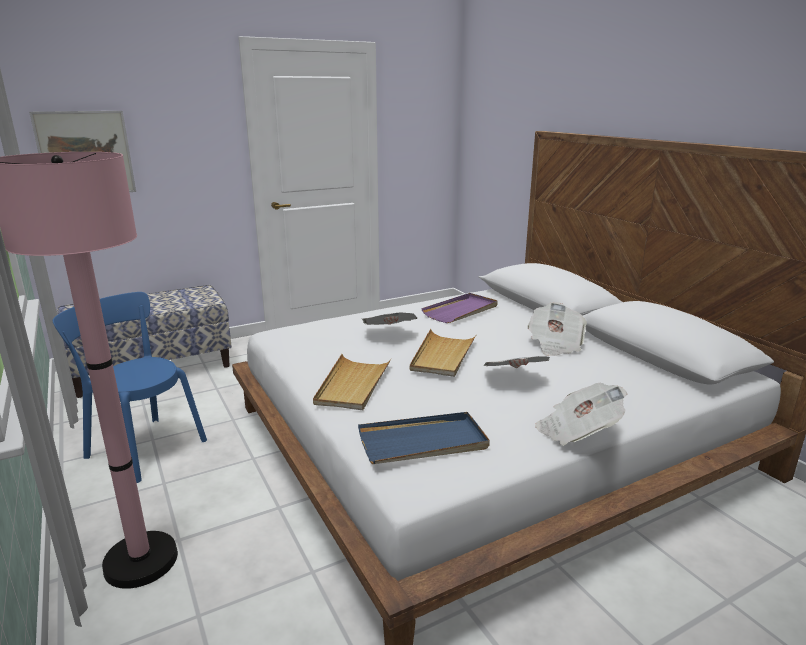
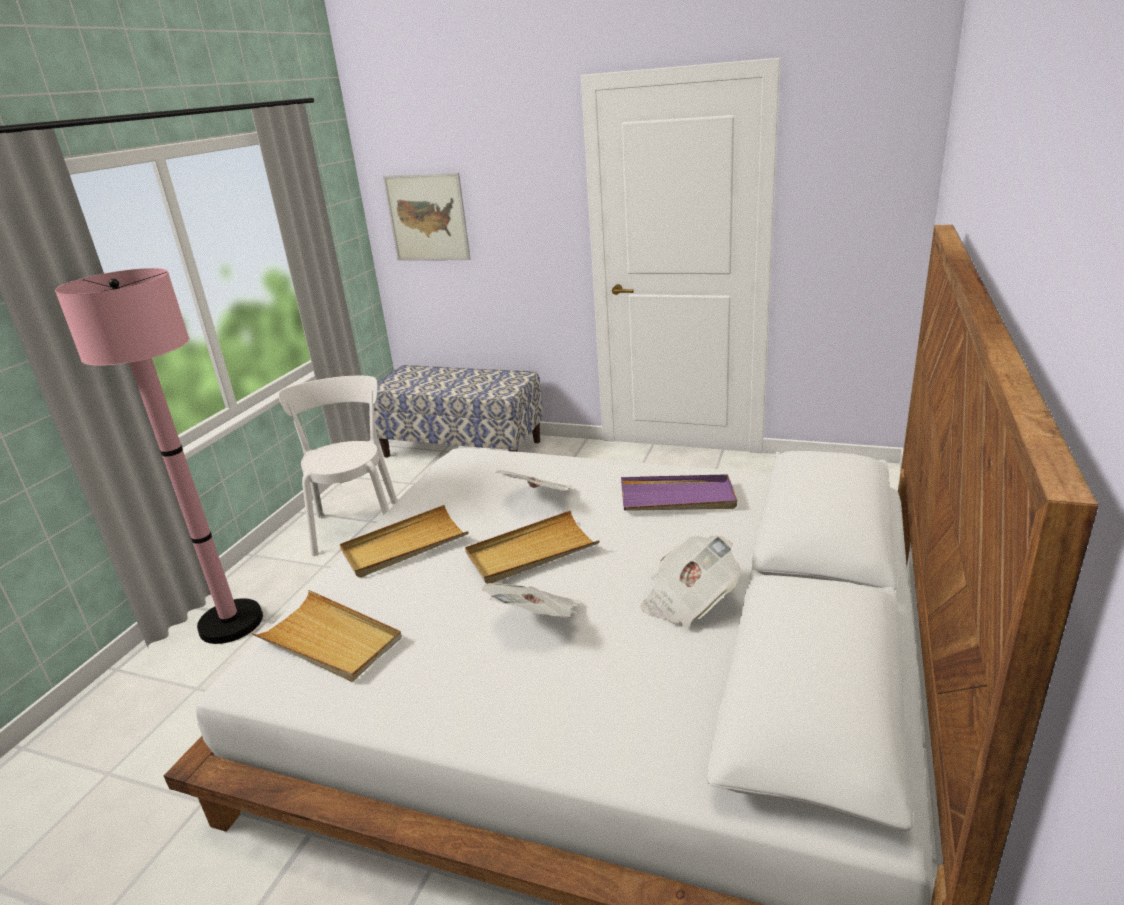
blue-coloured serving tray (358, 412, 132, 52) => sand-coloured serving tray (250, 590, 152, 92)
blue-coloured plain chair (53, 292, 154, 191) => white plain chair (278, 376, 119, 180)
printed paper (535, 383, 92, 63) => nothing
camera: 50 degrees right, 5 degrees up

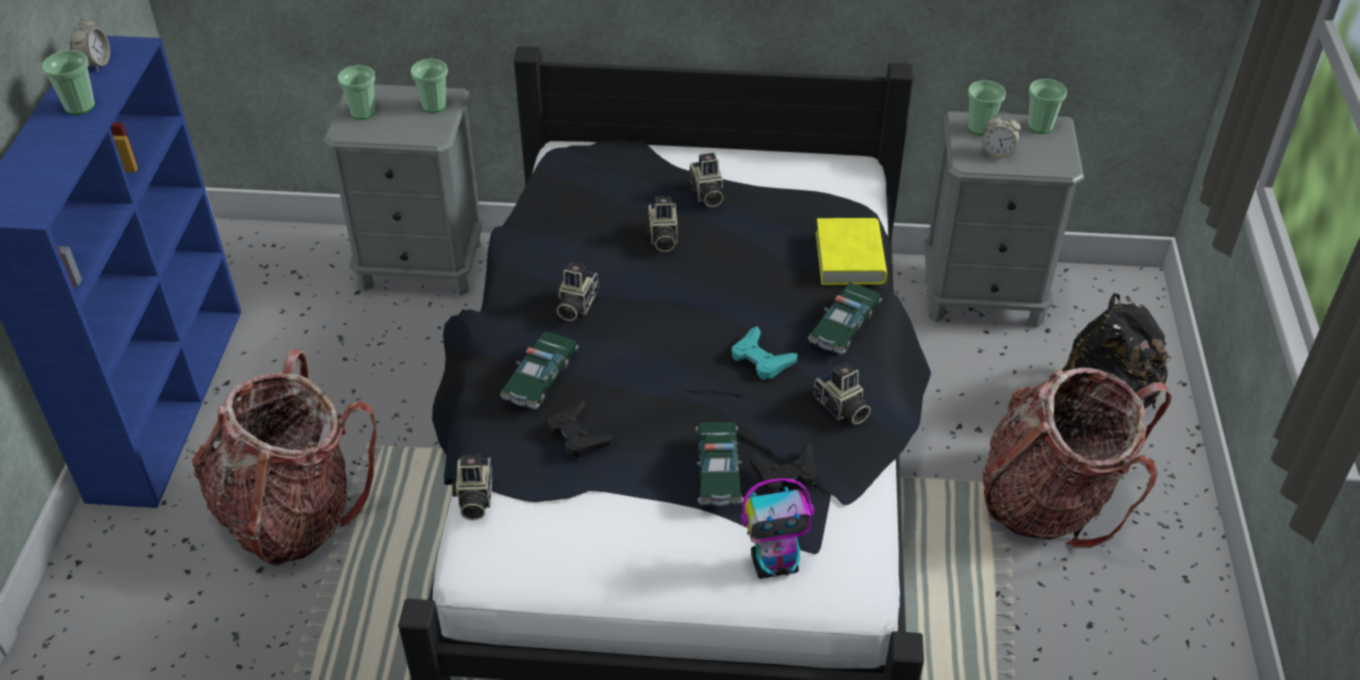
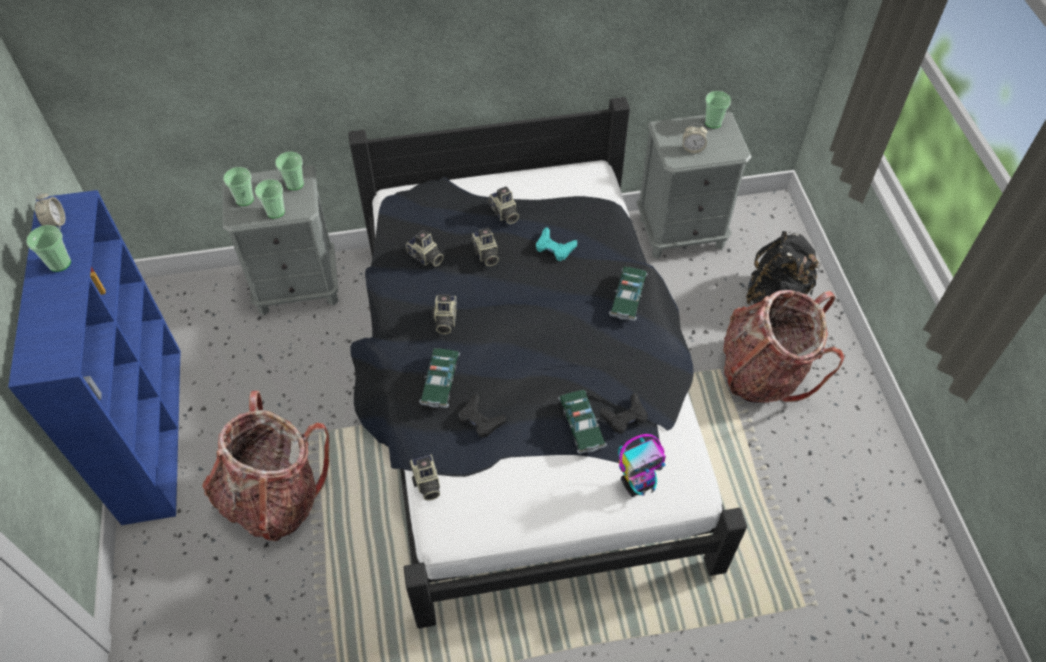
small cup (968, 80, 38, 55) => small cup (255, 179, 30, 39), relocated
photo camera (812, 363, 59, 61) => photo camera (405, 230, 39, 37), relocated
turquoise gamepad (731, 326, 66, 54) => turquoise gamepad (536, 227, 41, 34), relocated
yellow-coloured bound book (816, 218, 71, 67) => nothing
camera: 15 degrees left, 10 degrees up

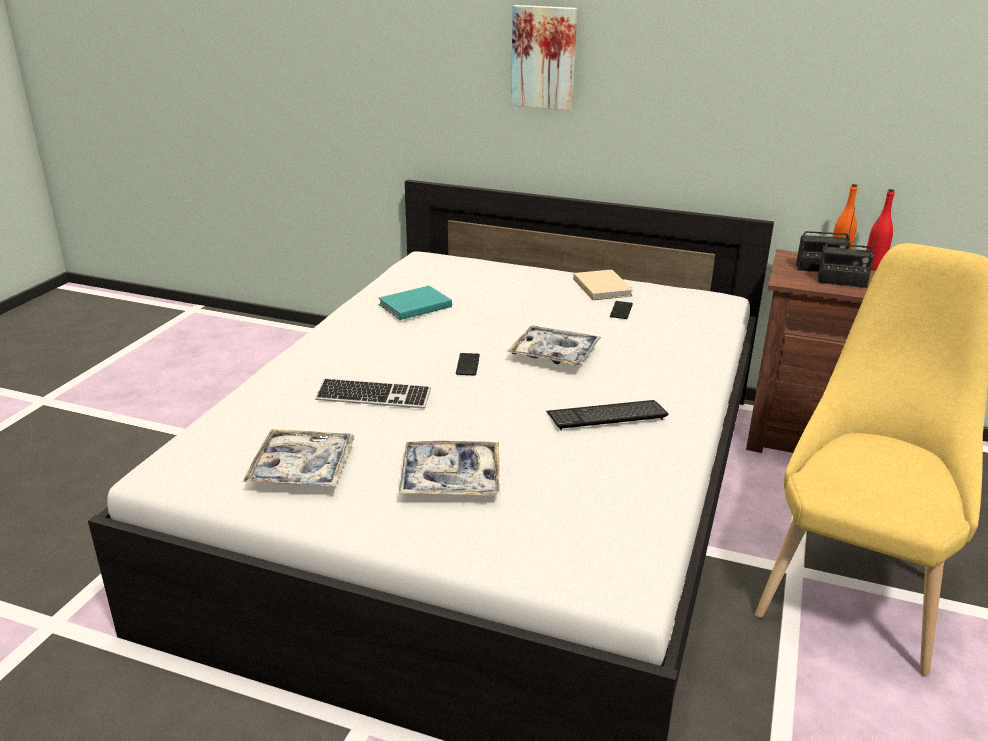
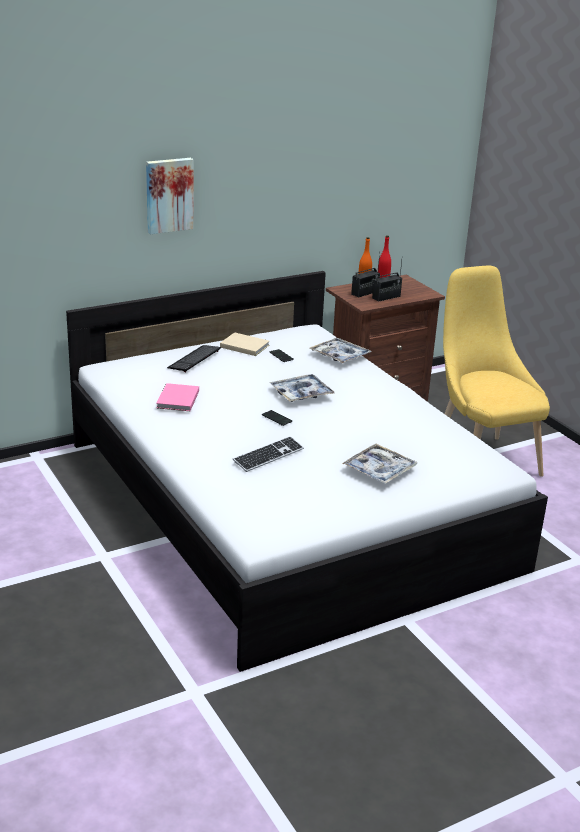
turquoise bound book (379, 286, 73, 34) => pink-coloured bound book (156, 383, 43, 28)
PC keyboard (546, 400, 122, 31) => PC keyboard (167, 345, 54, 27), relocated
serving tray (243, 429, 111, 58) => serving tray (309, 338, 63, 25), relocated
camera: 50 degrees left, 0 degrees up

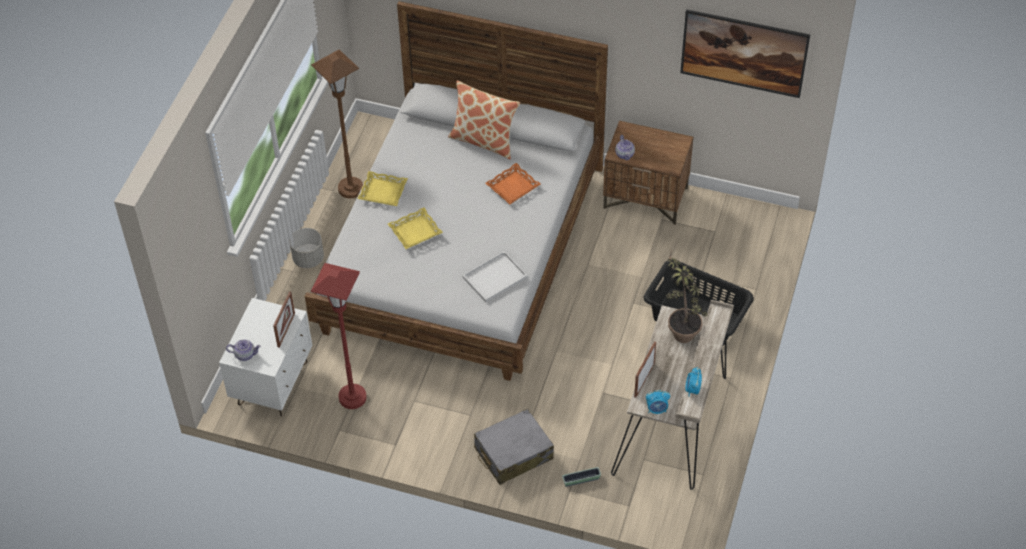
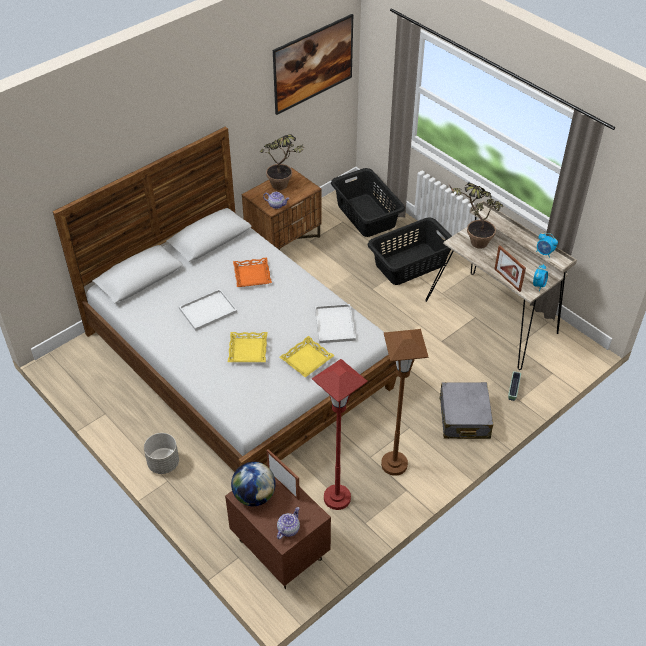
nothing => white serving tray (179, 289, 58, 42)
white bedside table (219, 298, 93, 118) => brownish bedside table (225, 465, 106, 124)
nothing => world globe (231, 462, 45, 44)
nothing => plant in a pot (260, 134, 45, 56)
yellow-coloured serving tray (357, 171, 51, 35) => yellow-coloured serving tray (280, 336, 55, 42), relocated
nothing => black-coloured laundry basket (331, 168, 74, 69)
brownish floor lamp (311, 49, 52, 149) => brownish floor lamp (381, 329, 48, 147), relocated
pillow (448, 80, 72, 79) => nothing
camera: 60 degrees left, 5 degrees down

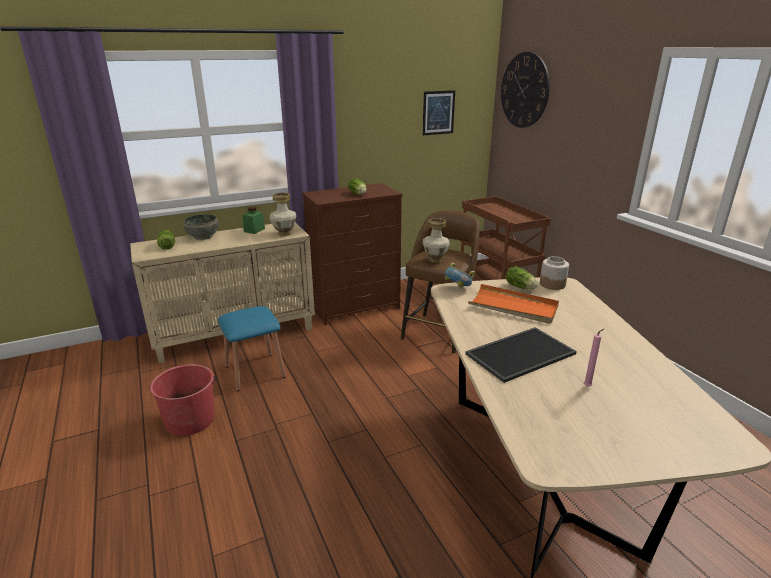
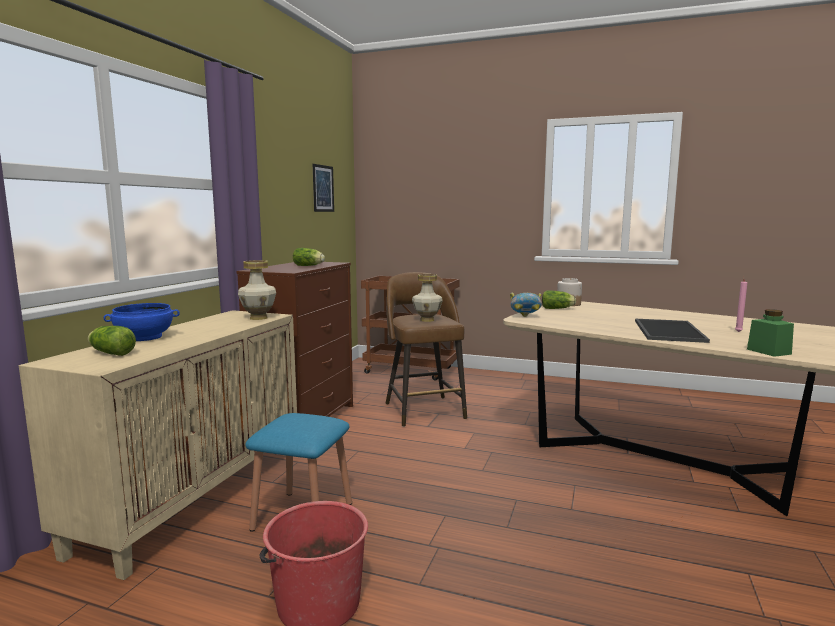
greyish bowl (183, 214, 36, 26) => blue-coloured bowl (104, 303, 76, 38)
green jar (243, 206, 22, 28) => green jar (747, 309, 47, 48), relocated
orangey serving tray (468, 284, 91, 40) => nothing
hanging clock (501, 52, 49, 76) => nothing
camera: 45 degrees left, 15 degrees down

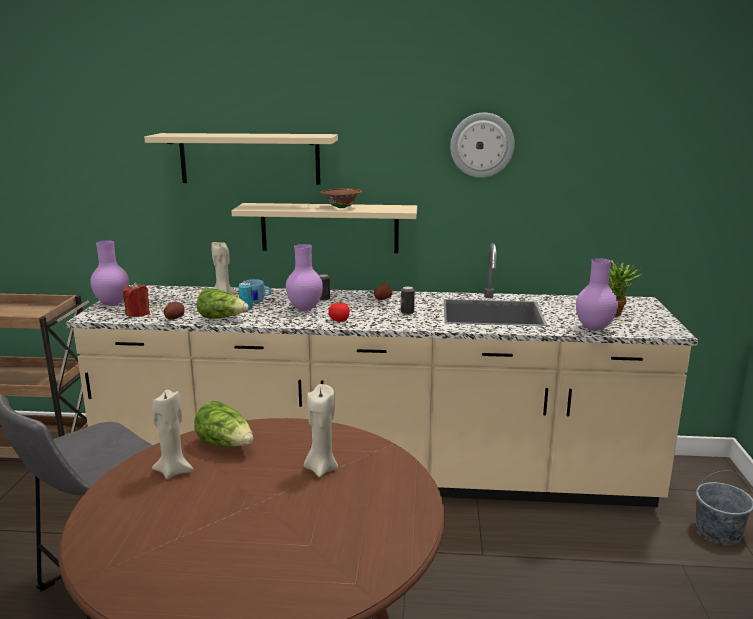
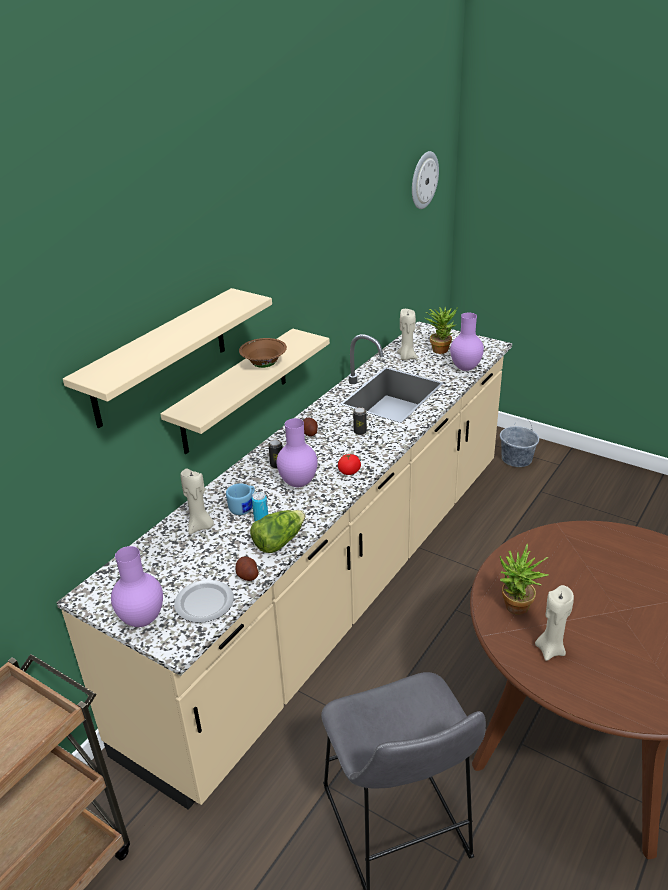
reddish wax light (123, 282, 27, 35) => flat dish (174, 580, 60, 43)
sand-coloured wax light (304, 384, 34, 93) => sand-coloured wax light (397, 309, 21, 51), relocated
hanging clock (450, 113, 65, 65) => hanging clock (412, 151, 27, 58), relocated
head of lettuce (194, 401, 59, 46) => plant in a pot (500, 544, 49, 71)
camera: 60 degrees left, 15 degrees up

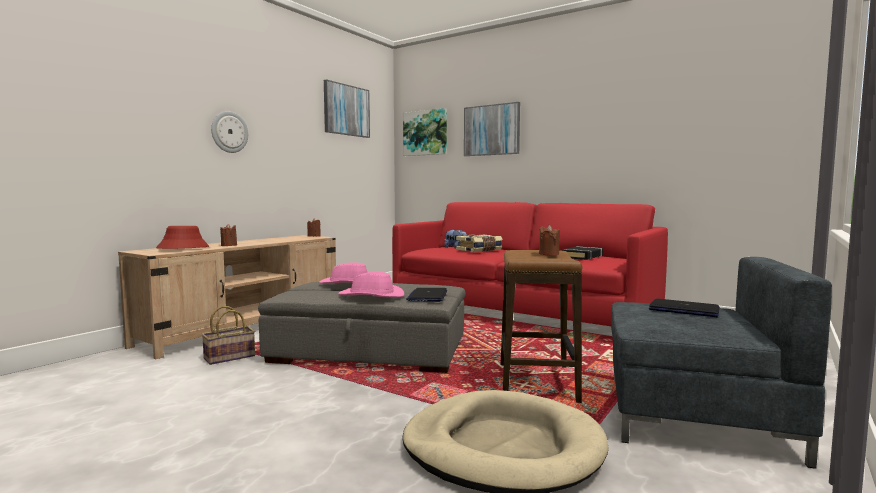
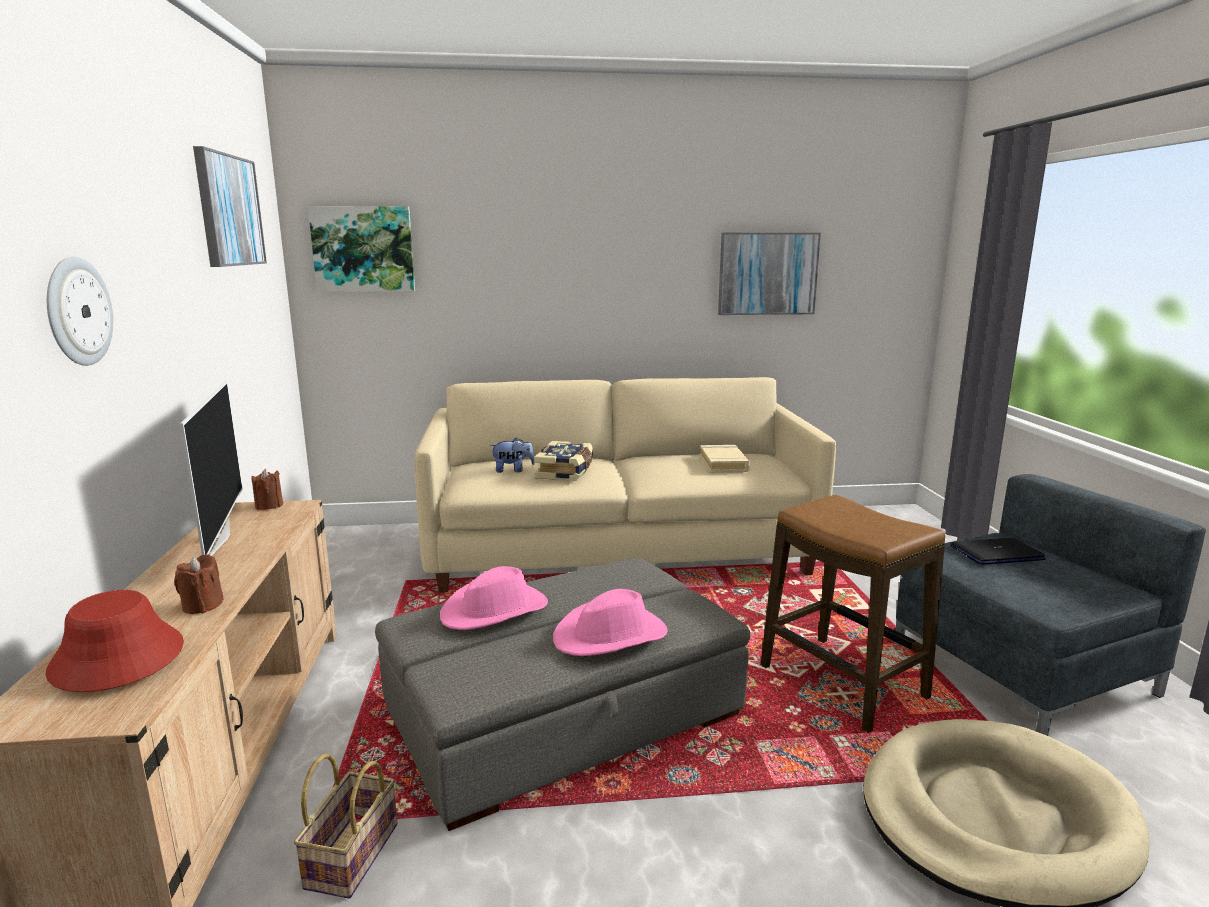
nothing => television (180, 381, 63, 175)
reddish couch (392, 202, 276, 124) => sand-coloured couch (414, 377, 422, 216)
black-coloured bound book (561, 246, 42, 14) => sand-coloured bound book (700, 445, 50, 27)
wall picture (464, 102, 56, 54) => wall picture (718, 233, 103, 82), relocated
notebook computer (406, 288, 41, 14) => nothing
brownish wax light (539, 225, 21, 30) => nothing
camera: 40 degrees left, 10 degrees up

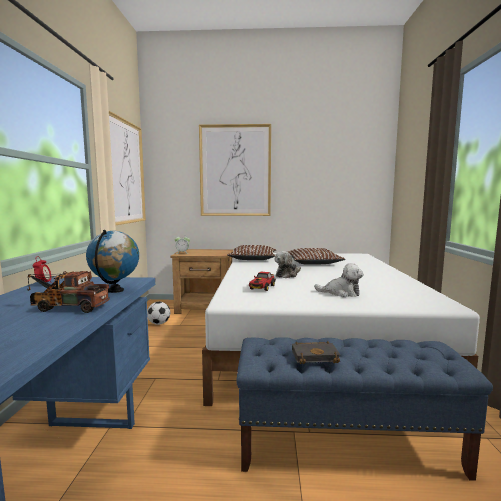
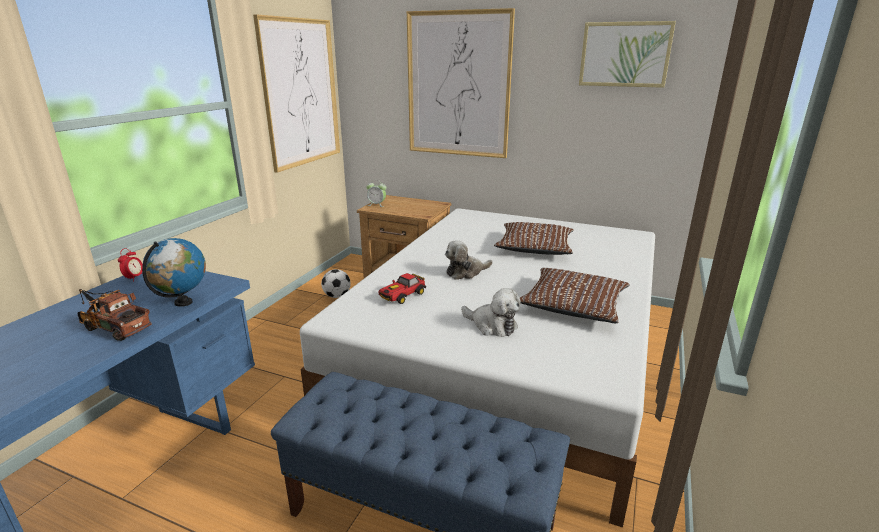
brownish pillow (227, 245, 49, 15) => brownish pillow (520, 268, 110, 55), relocated
nothing => wall picture (579, 21, 97, 67)
black-coloured bound book (292, 341, 48, 23) => nothing
camera: 20 degrees right, 15 degrees up

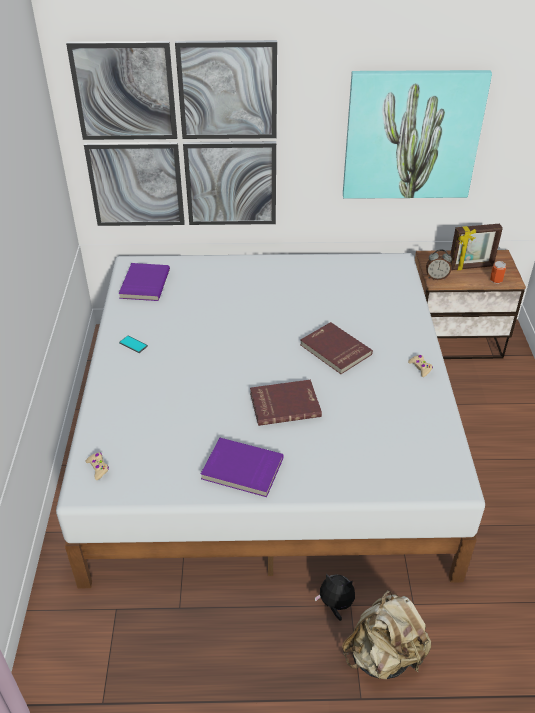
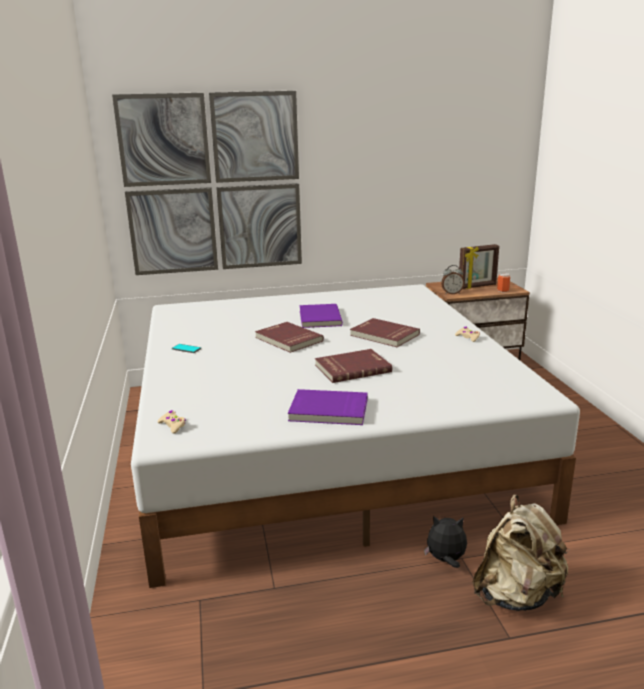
nothing => reddish bound book (255, 322, 69, 31)
purple-coloured bound book (119, 263, 51, 38) => purple-coloured bound book (299, 304, 44, 24), relocated
wall picture (343, 70, 149, 129) => nothing
camera: 10 degrees left, 20 degrees down

